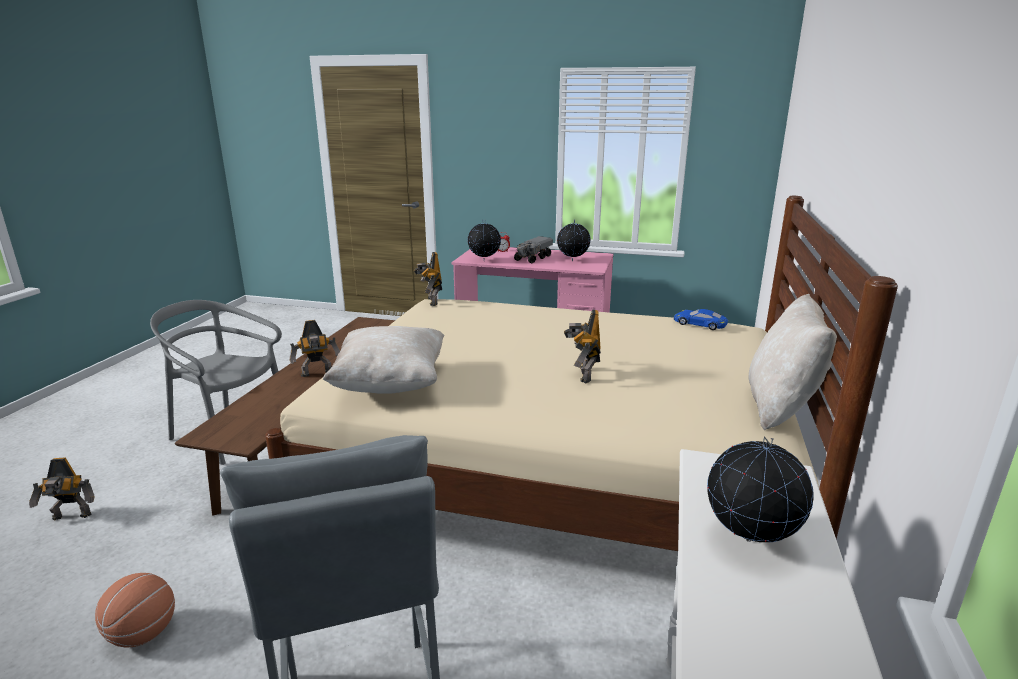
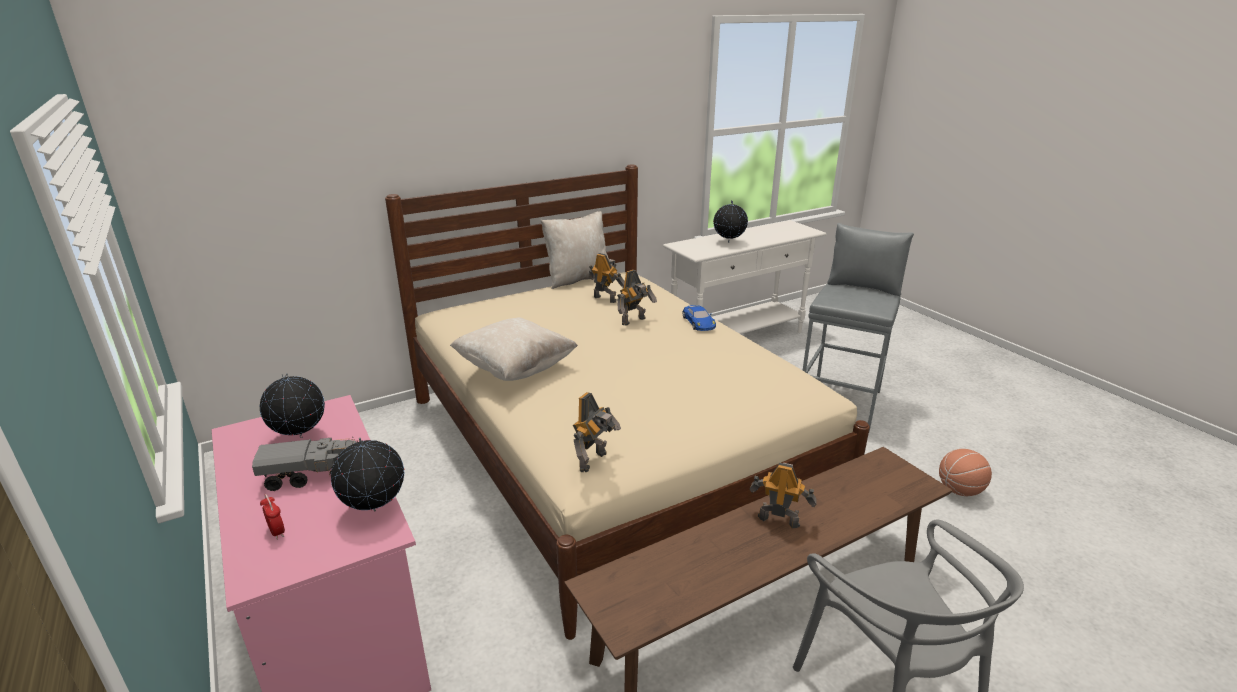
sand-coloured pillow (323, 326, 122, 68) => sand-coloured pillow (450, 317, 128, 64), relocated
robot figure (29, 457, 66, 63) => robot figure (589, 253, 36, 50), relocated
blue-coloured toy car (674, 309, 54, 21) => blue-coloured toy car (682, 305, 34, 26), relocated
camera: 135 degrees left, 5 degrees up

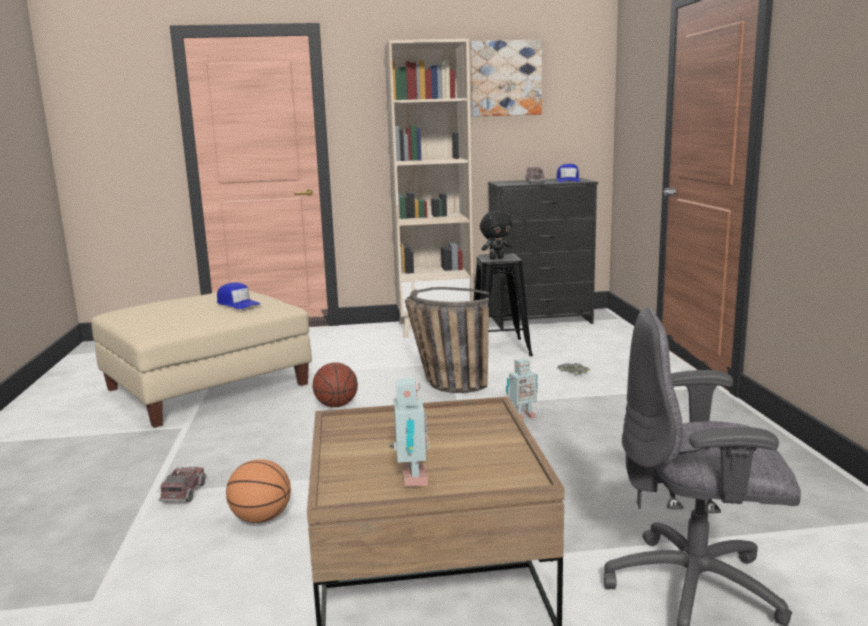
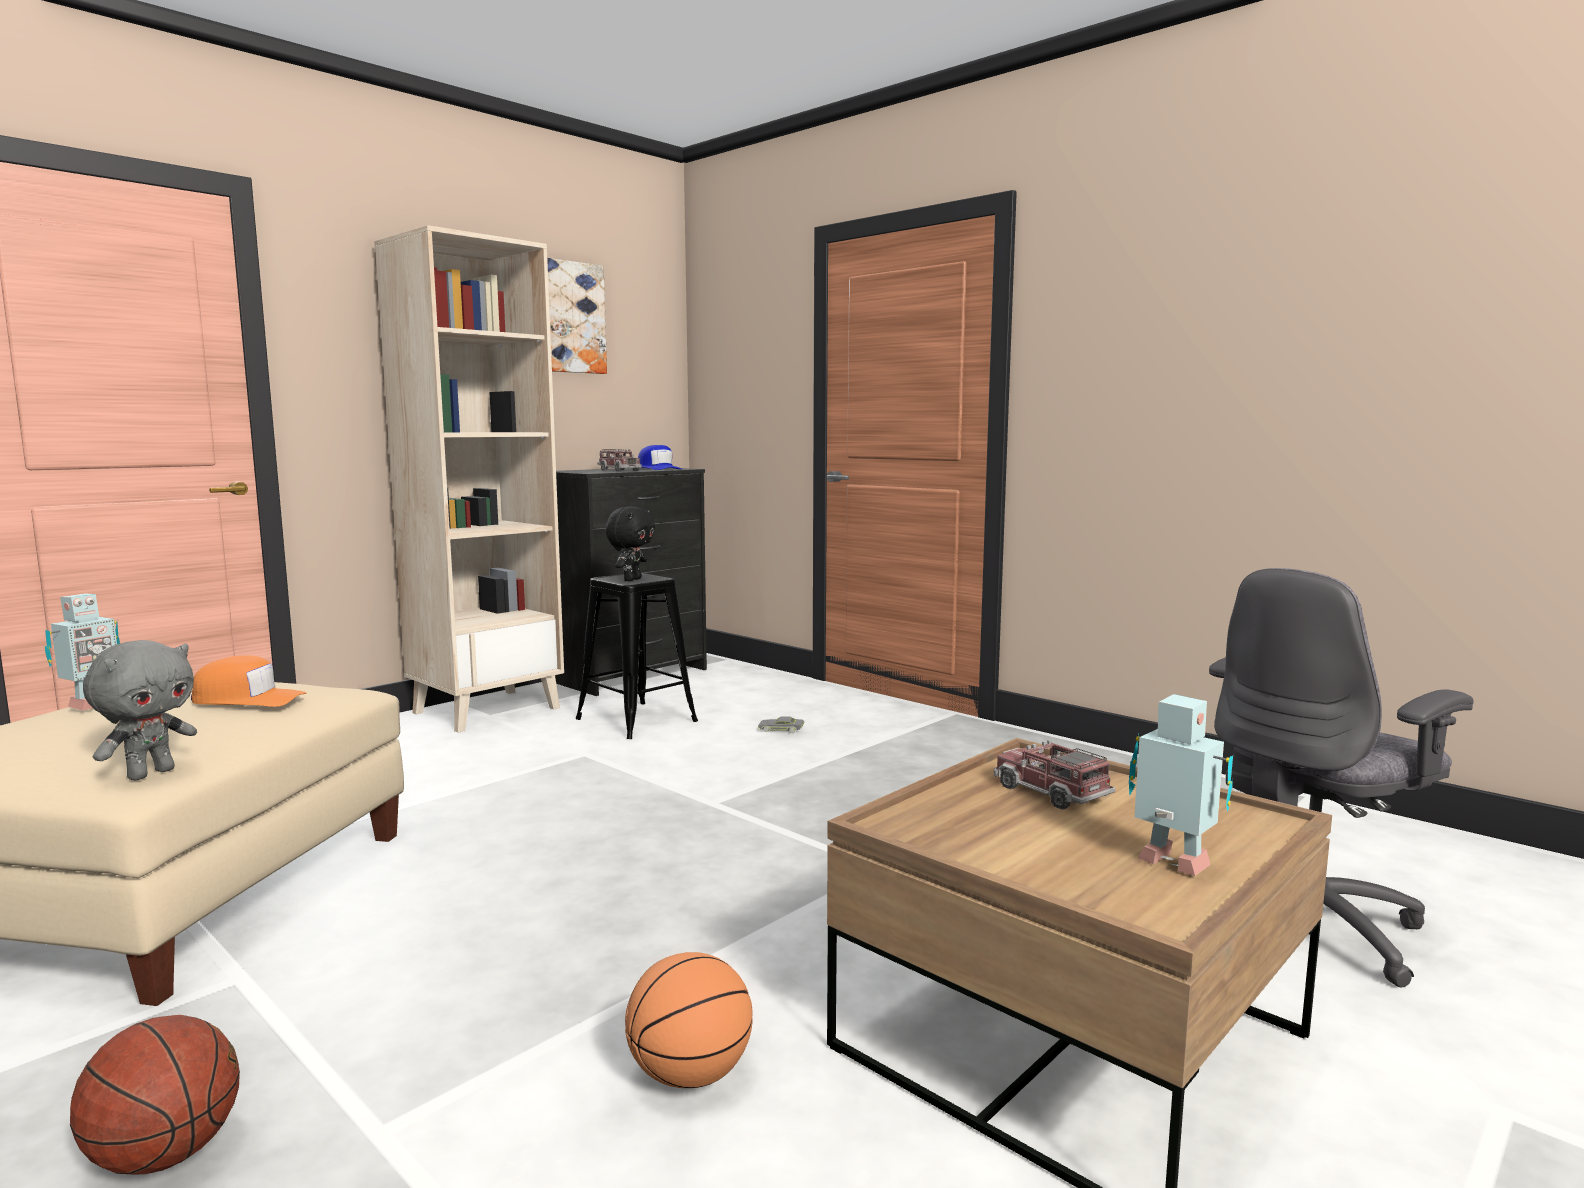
robot figure (506, 358, 32, 62) => robot figure (45, 594, 75, 117), relocated
basketball (313, 362, 45, 45) => basketball (70, 1015, 170, 159), relocated
nothing => greyish plush toy (83, 640, 114, 141)
blue-coloured cap (217, 282, 44, 27) => orangey cap (191, 655, 116, 52)
toy truck (159, 467, 48, 35) => toy truck (994, 739, 121, 71), relocated
storage basket (405, 287, 84, 106) => nothing
camera: 40 degrees left, 5 degrees down

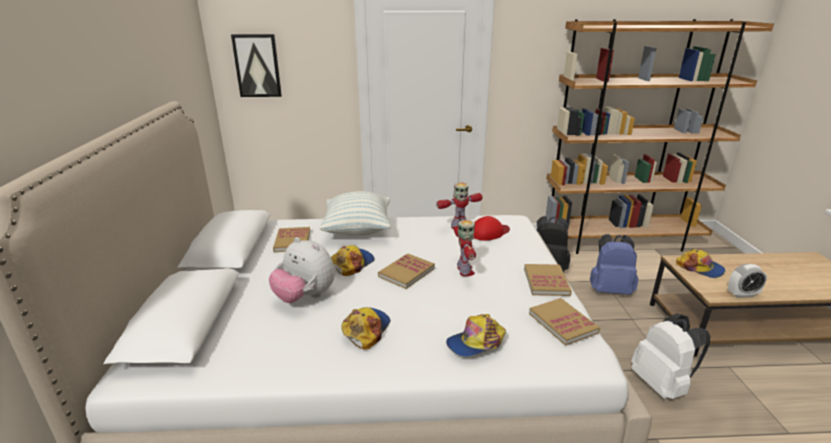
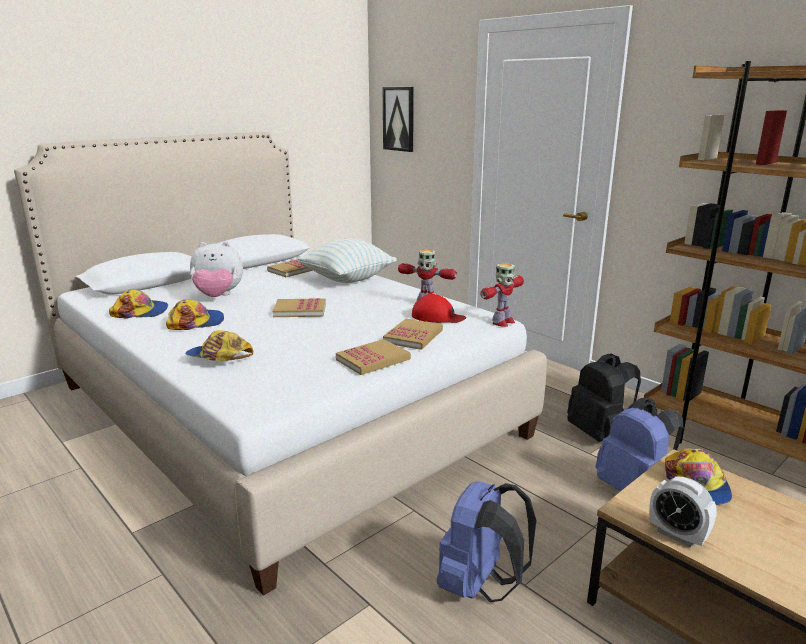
cap (331, 245, 44, 31) => cap (109, 289, 59, 30), relocated
plush toy (269, 237, 66, 66) => plush toy (190, 241, 53, 56), 90 degrees counterclockwise
bound book (529, 298, 71, 48) => bound book (383, 319, 60, 31), relocated
white rucksack (632, 313, 79, 86) => blue-coloured rucksack (437, 481, 100, 121)
robot figure (454, 220, 22, 56) => robot figure (480, 263, 44, 64), relocated
camera: 50 degrees right, 5 degrees down

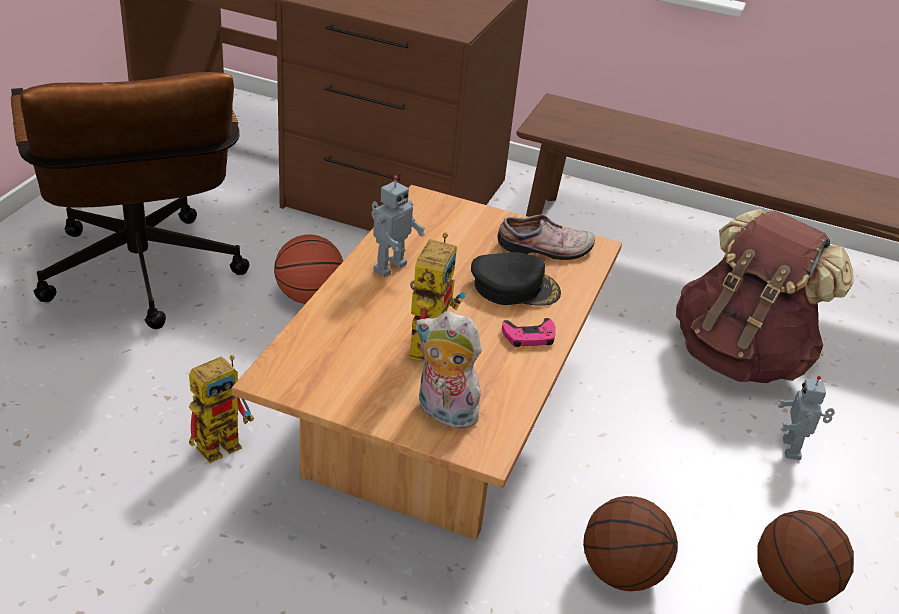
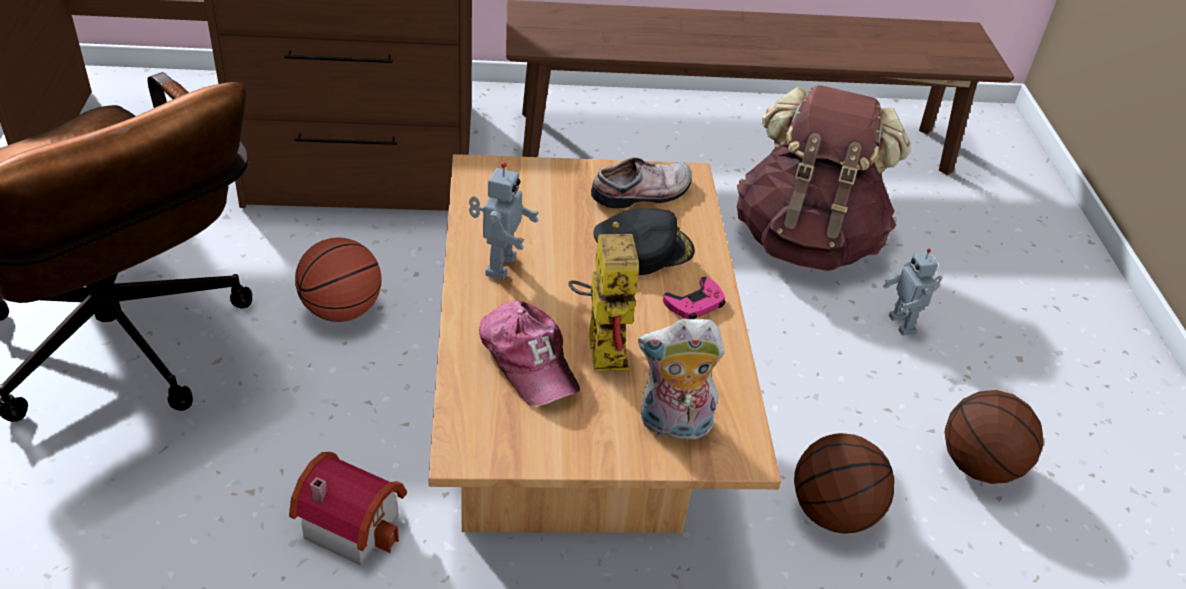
robot figure (189, 355, 65, 108) => miniature house (289, 452, 118, 113)
nothing => cap (479, 301, 101, 105)
camera: 25 degrees left, 5 degrees up

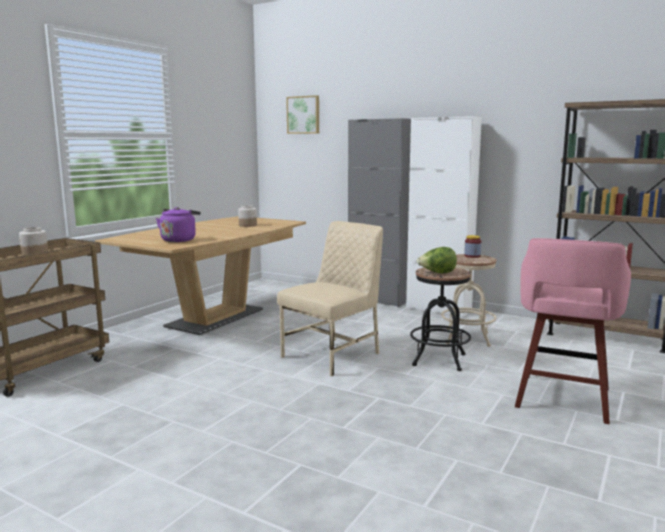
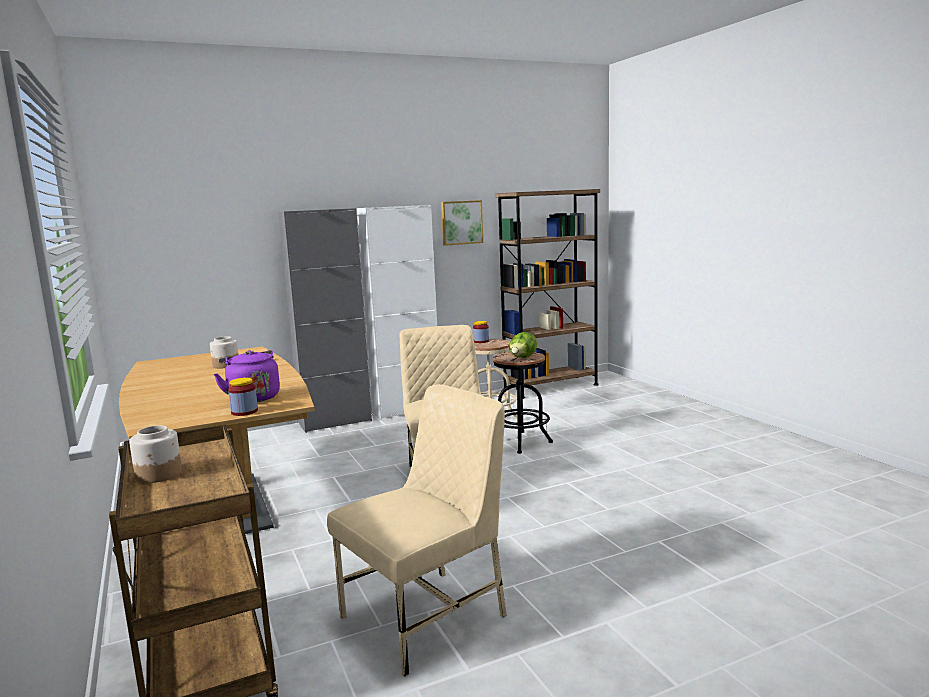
nothing => jar (228, 378, 30, 38)
nothing => sand-coloured plain chair (327, 384, 180, 293)
wall picture (286, 95, 33, 39) => wall picture (441, 200, 42, 46), relocated
pink-coloured stool (515, 238, 116, 186) => nothing
camera: 55 degrees left, 0 degrees up

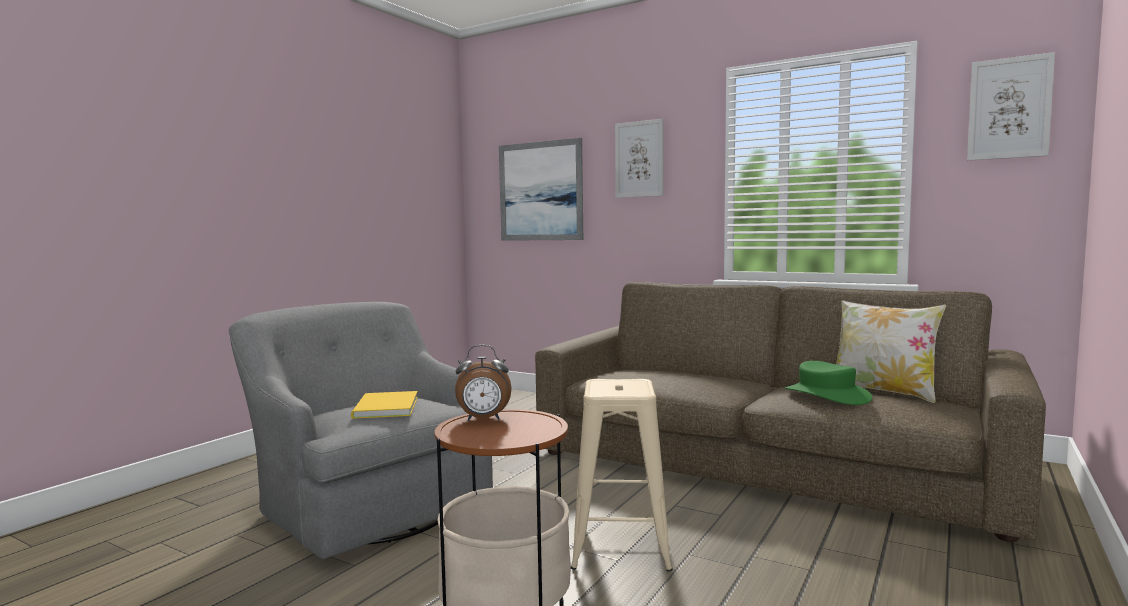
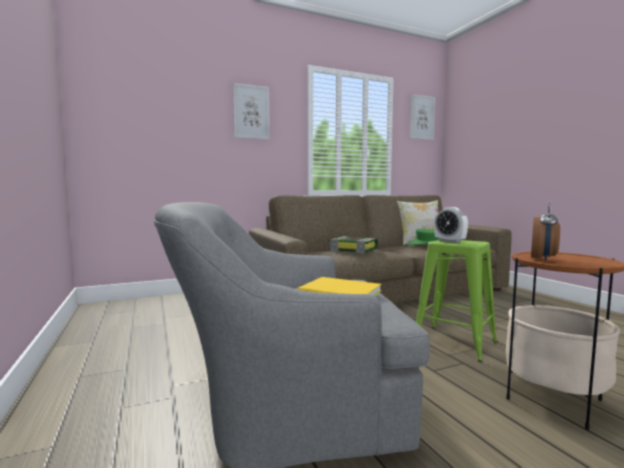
nothing => bound book (329, 236, 49, 17)
sand-coloured stool (571, 379, 102, 193) => green stool (416, 240, 81, 122)
nothing => table clock (434, 207, 34, 36)
wall picture (499, 138, 84, 103) => nothing
camera: 55 degrees left, 0 degrees up

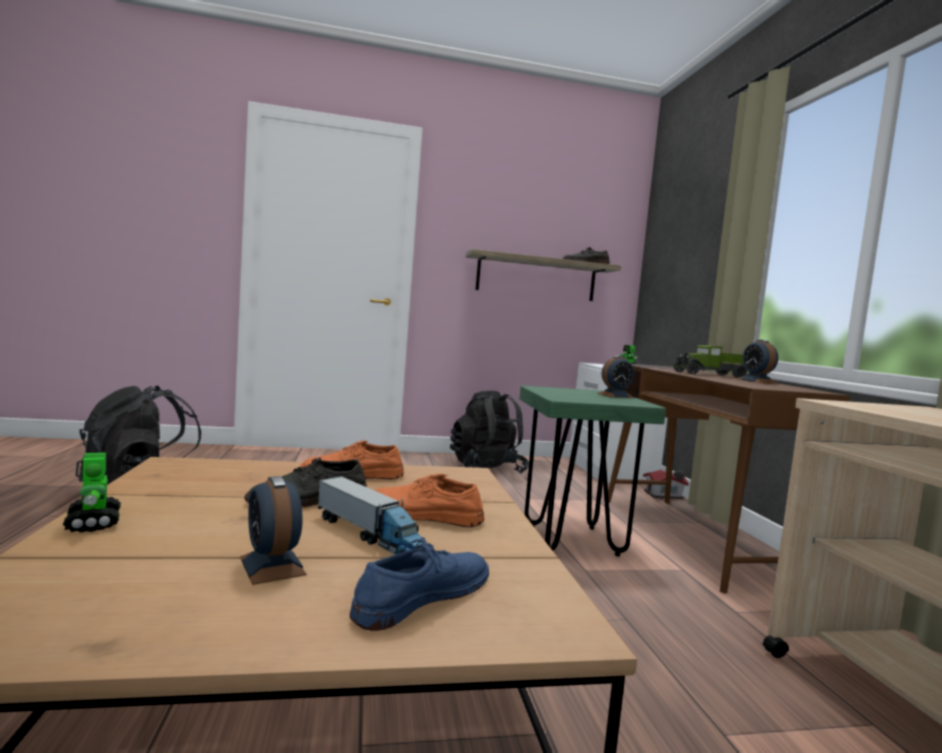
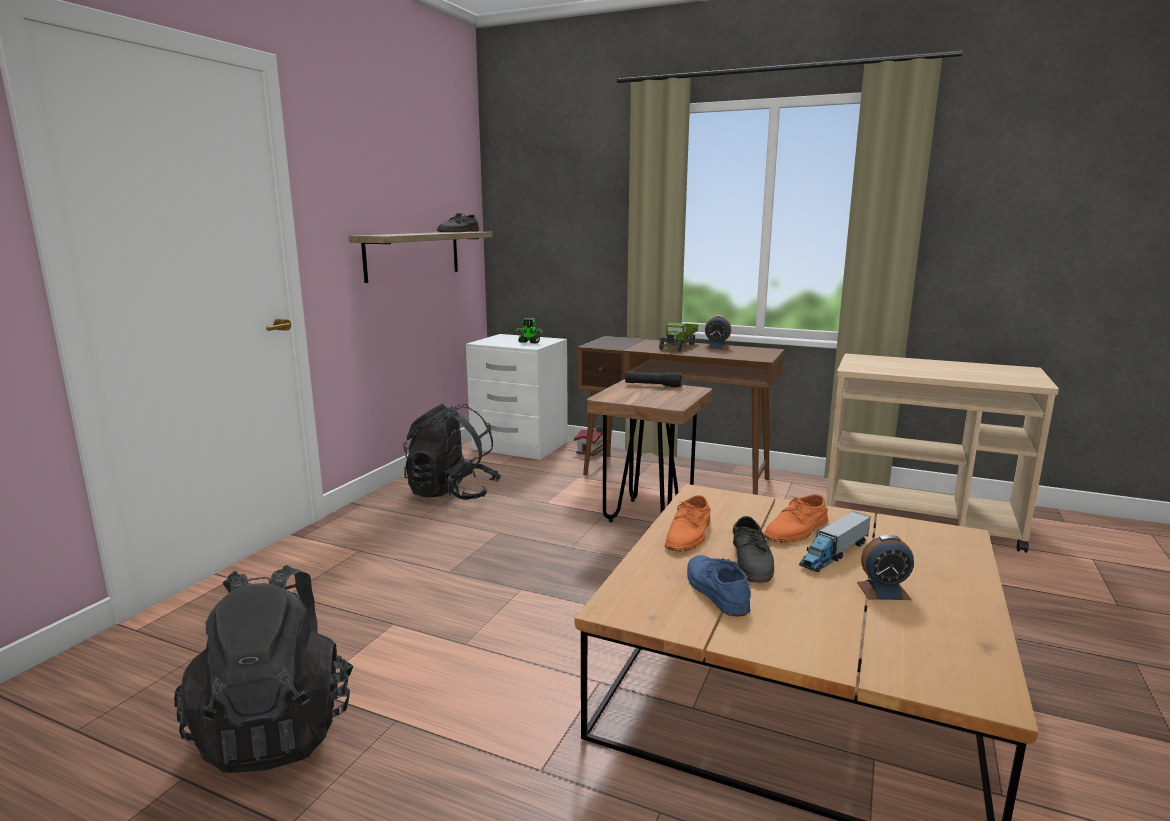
green stool (519, 385, 147, 171) => brownish stool (587, 379, 125, 143)
table clock (597, 356, 37, 42) => black-coloured flashlight (625, 371, 57, 16)
blue-coloured shoe (350, 537, 139, 94) => blue-coloured shoe (687, 555, 64, 62), relocated
toy truck (318, 476, 107, 79) => toy truck (799, 511, 72, 61), 150 degrees clockwise
robot figure (63, 452, 58, 80) => nothing
camera: 55 degrees left, 10 degrees up

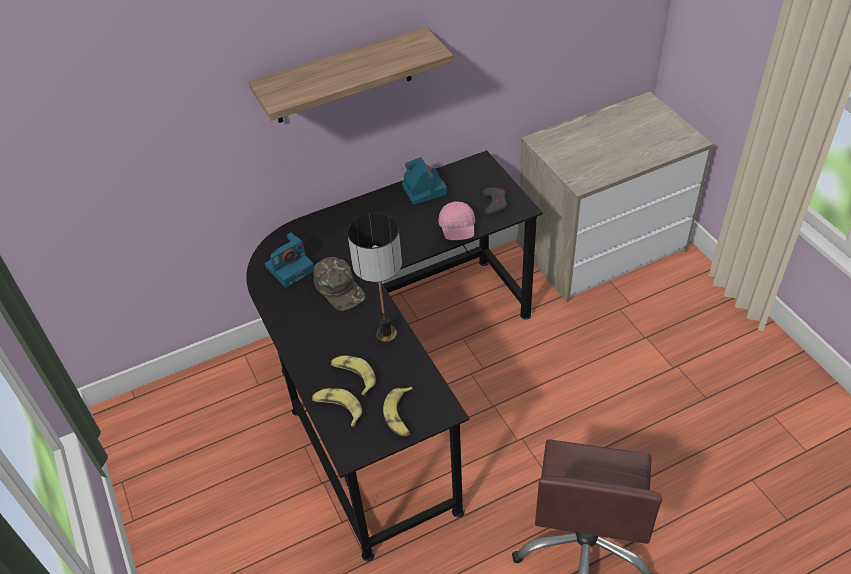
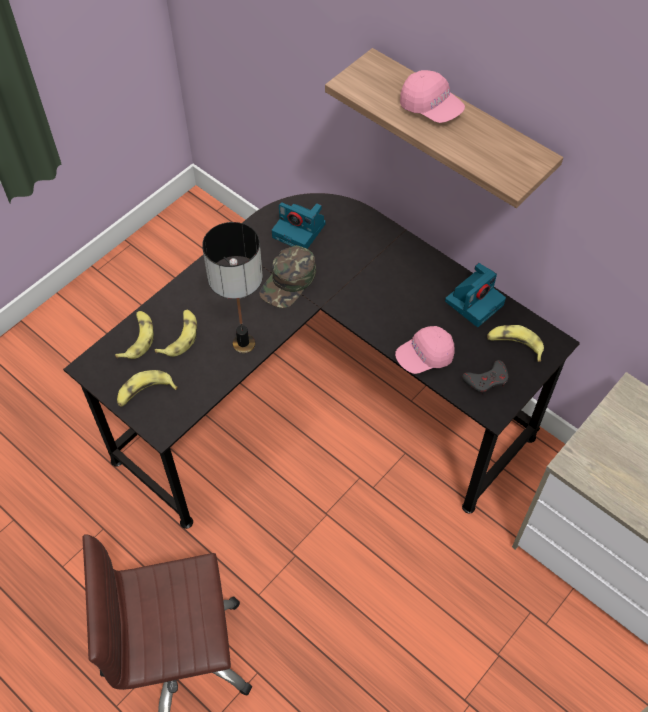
nothing => pink-coloured cap (400, 70, 65, 53)
nothing => banana fruit (487, 325, 57, 37)
camera: 65 degrees right, 10 degrees up

